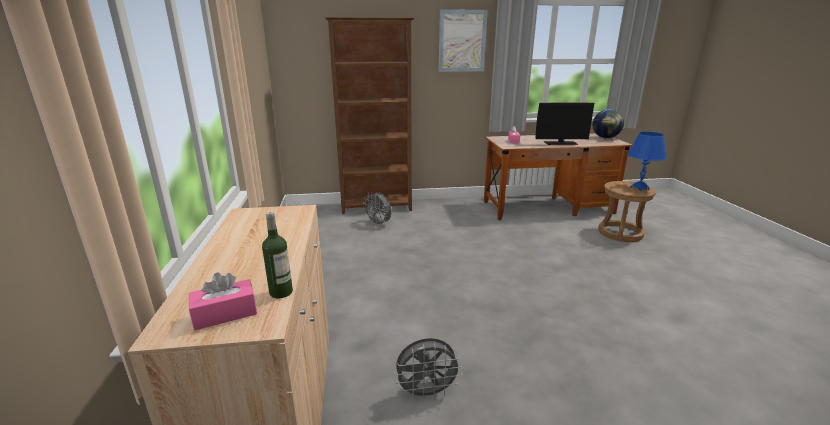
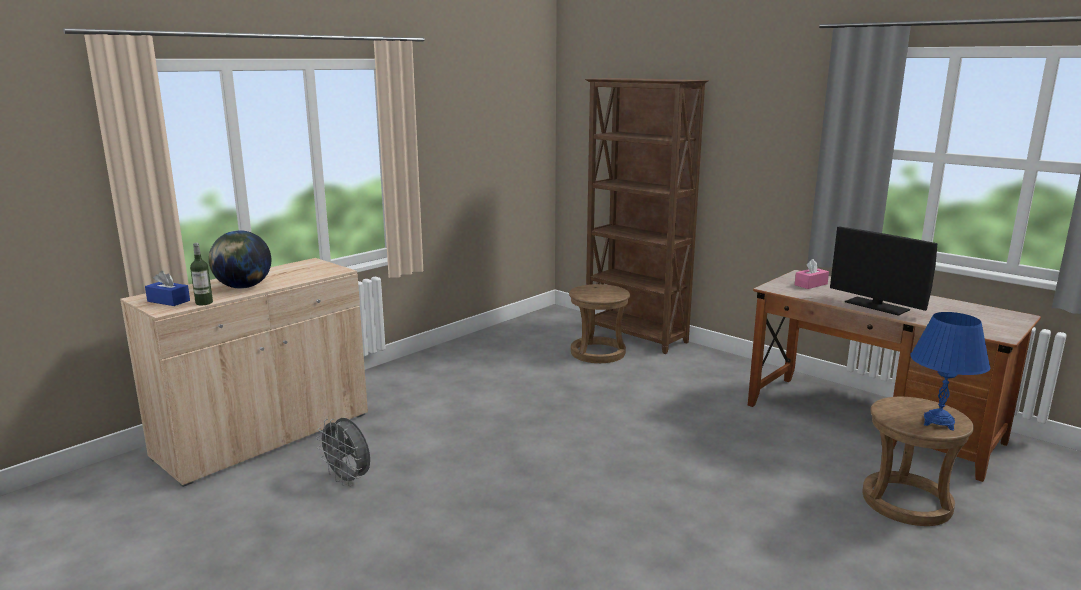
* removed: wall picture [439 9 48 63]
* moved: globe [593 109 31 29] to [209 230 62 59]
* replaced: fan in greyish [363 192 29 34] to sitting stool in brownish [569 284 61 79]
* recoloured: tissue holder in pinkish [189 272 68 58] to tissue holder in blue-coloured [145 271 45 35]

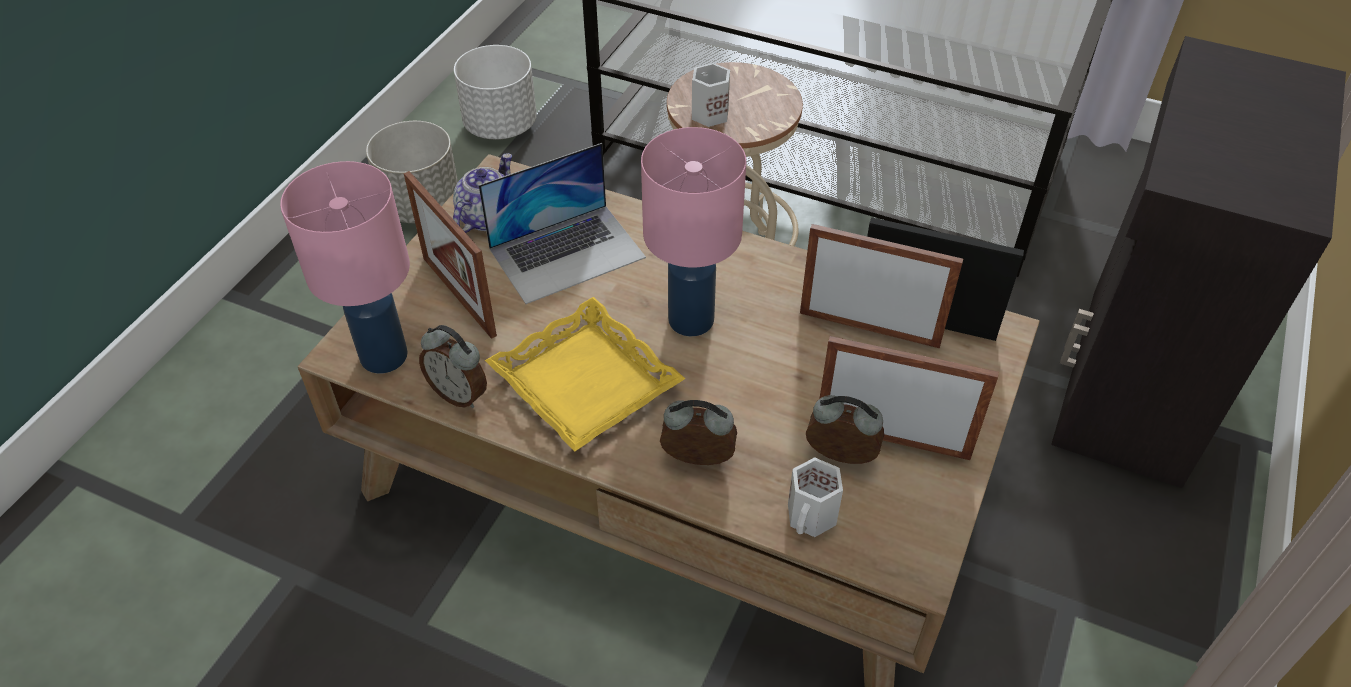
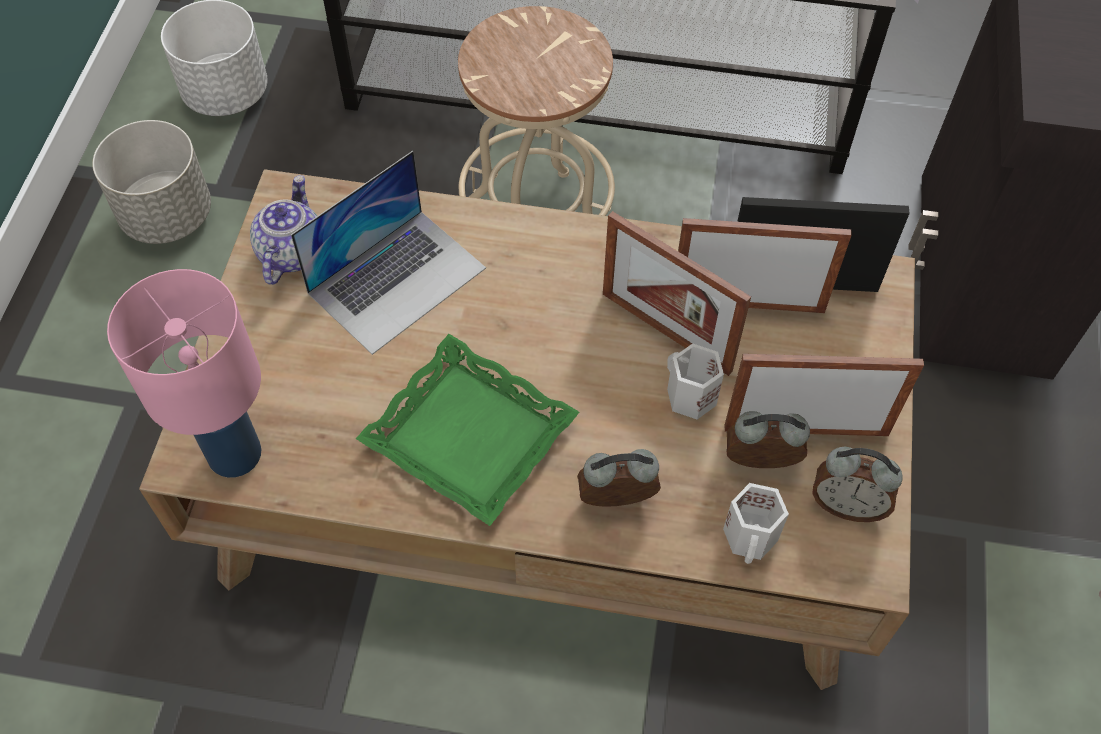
* moved: tea mug in white [692 63 38 64] to [667 344 57 75]
* removed: lamp for a table in pinkish [641 127 105 209]
* moved: photo frame [404 171 93 168] to [603 211 148 165]
* recoloured: carrying tray in yellow [485 297 200 155] to carrying tray in green [356 334 223 192]
* moved: bedside clock [419 325 68 83] to [812 447 91 75]

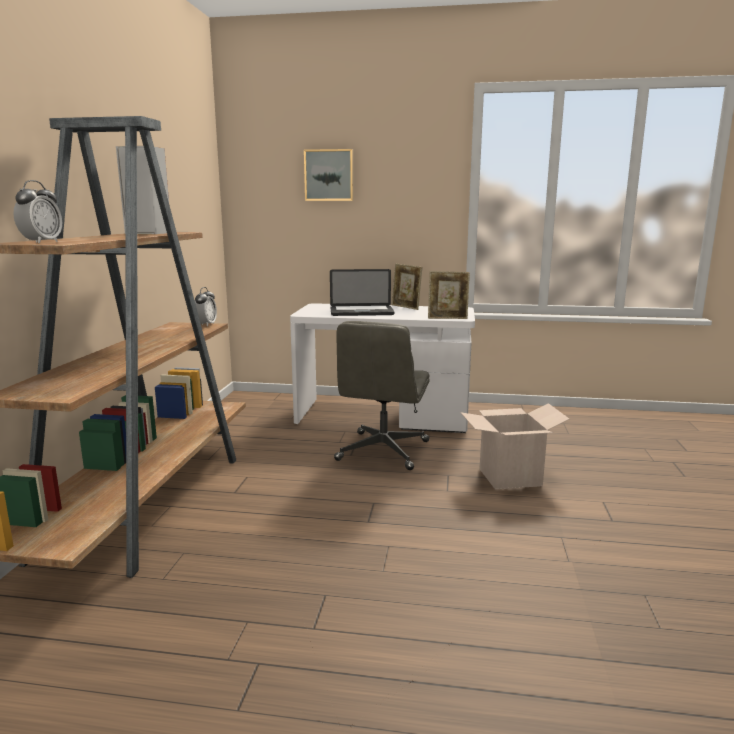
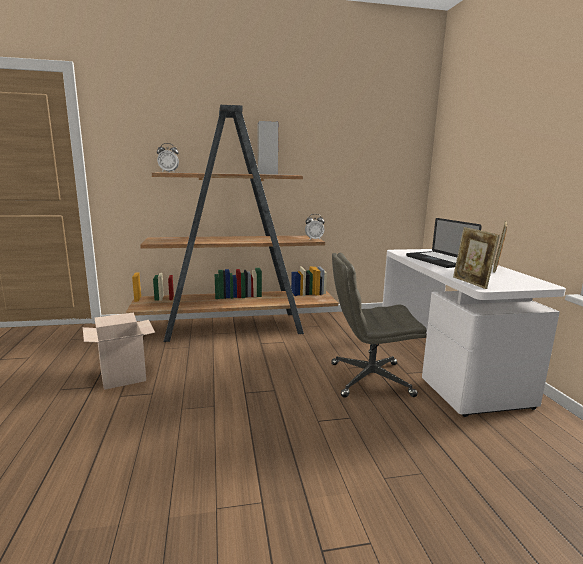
* removed: wall picture [304 149 50 52]
* moved: packing box [461 403 108 86] to [83 312 72 78]

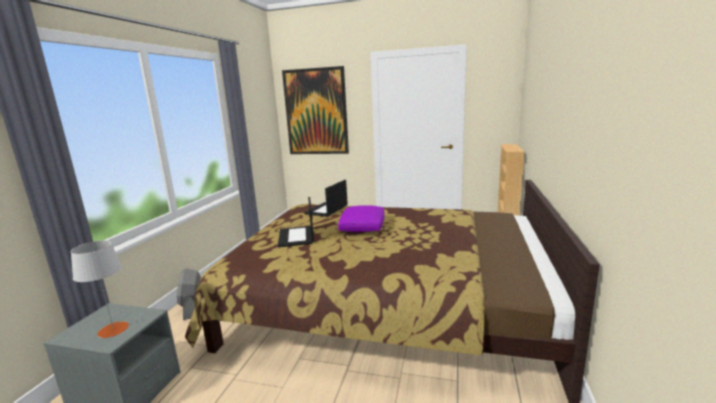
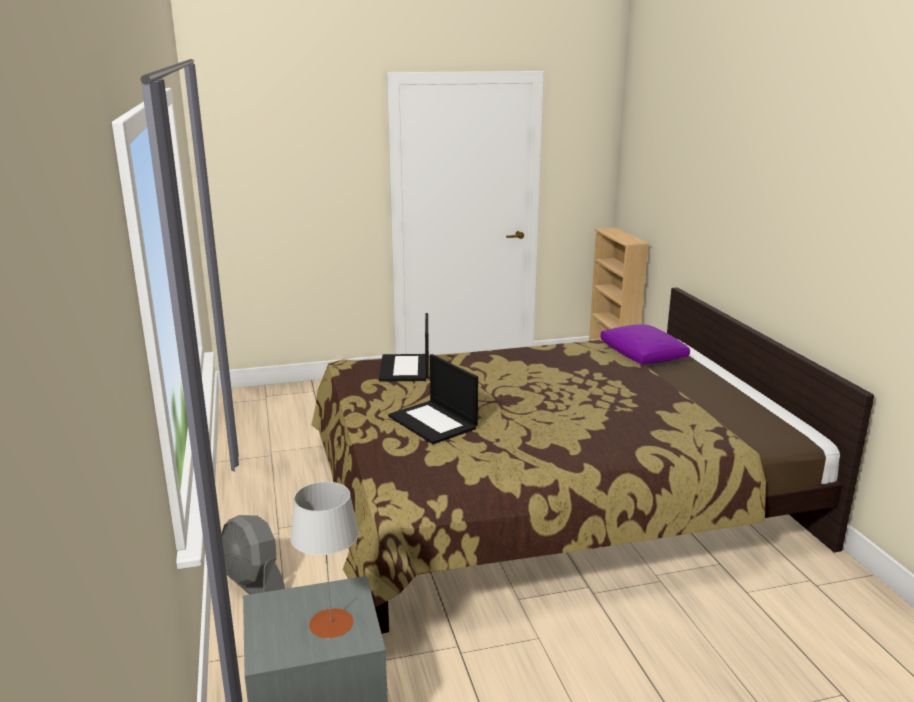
* removed: wall picture [282 66 67 88]
* moved: cushion in purple [338 205 46 27] to [600 324 90 40]

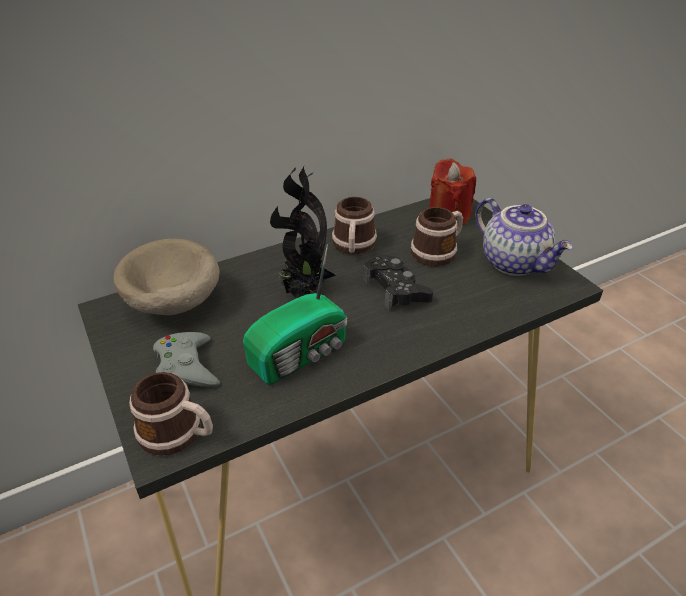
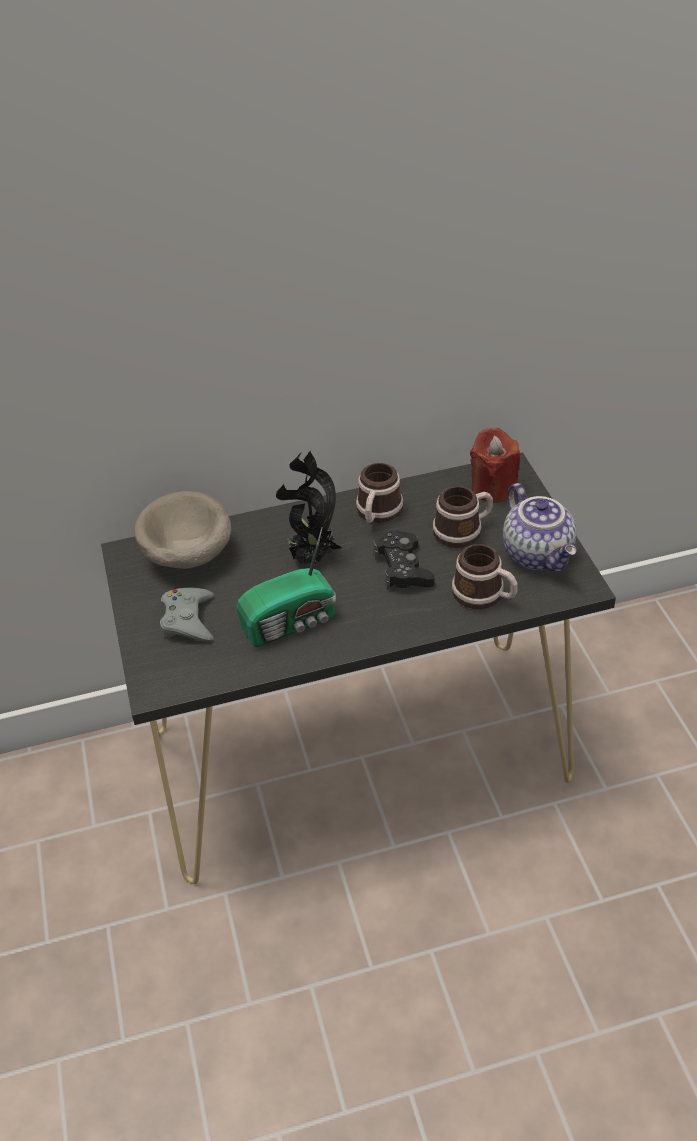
* moved: tea mug [129 372 84 84] to [452 544 65 65]

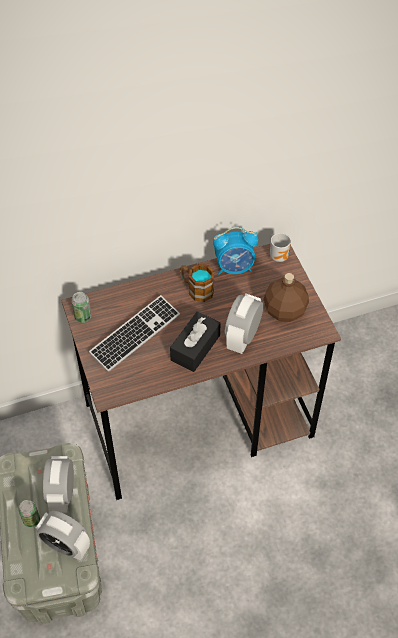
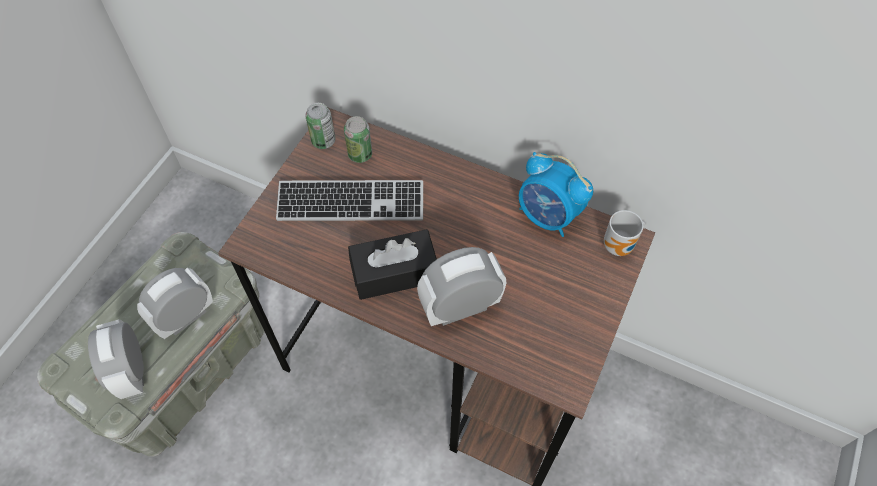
* removed: tea mug [180 264 34 38]
* removed: bottle in brownish [263 273 46 49]
* moved: metal can [18 500 22 27] to [344 116 28 47]

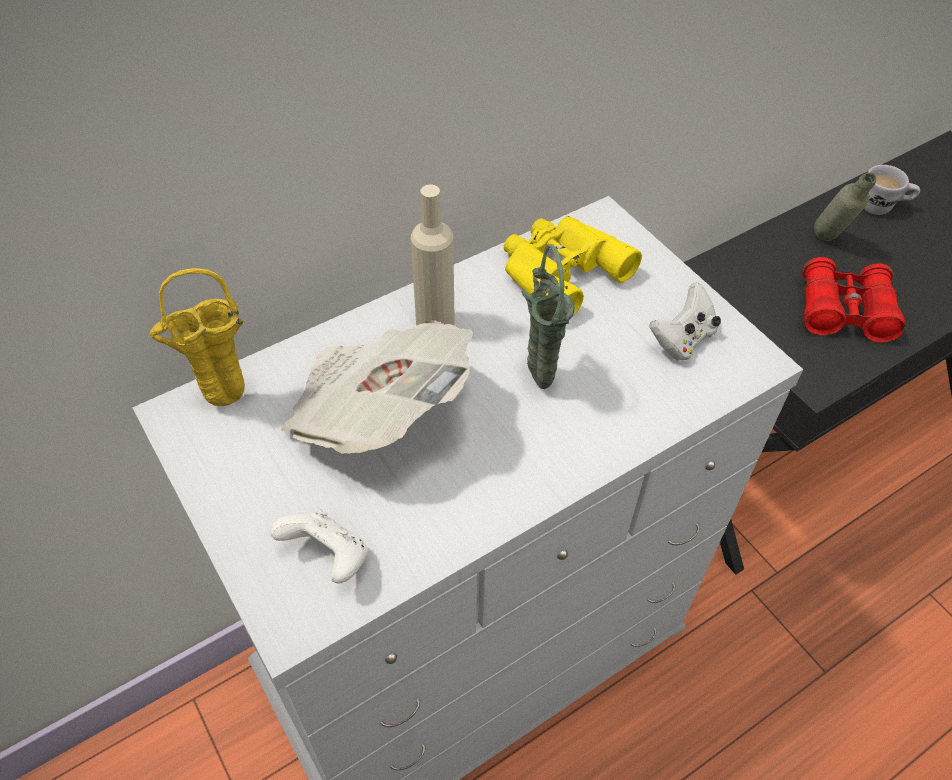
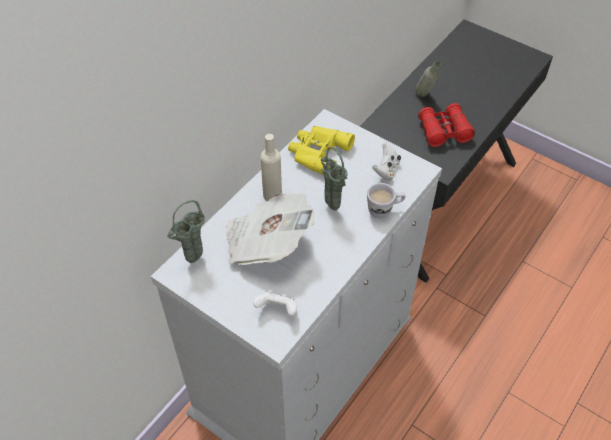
* moved: tea mug in white [864 165 56 50] to [367 183 39 35]
* recoloured: vase in yellow [149 268 96 138] to vase in green [167 200 38 63]

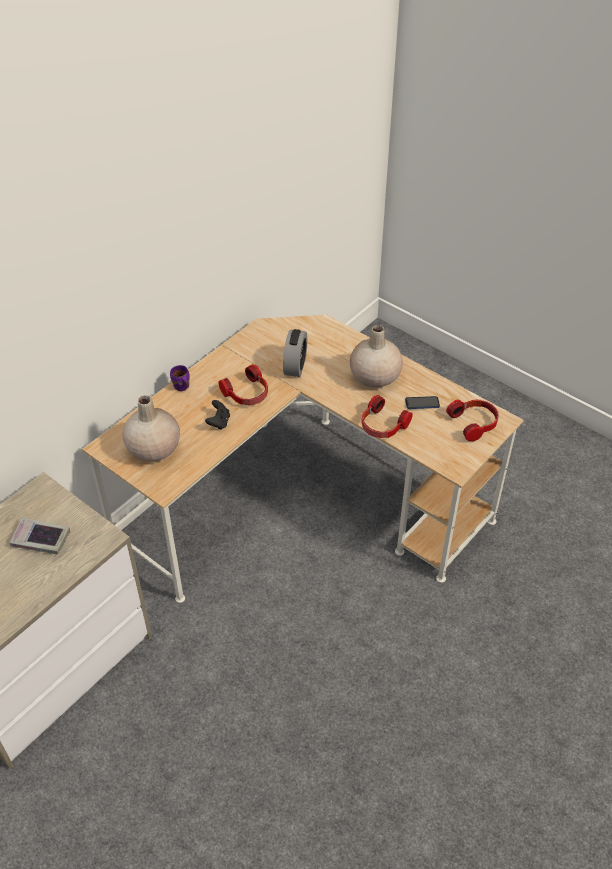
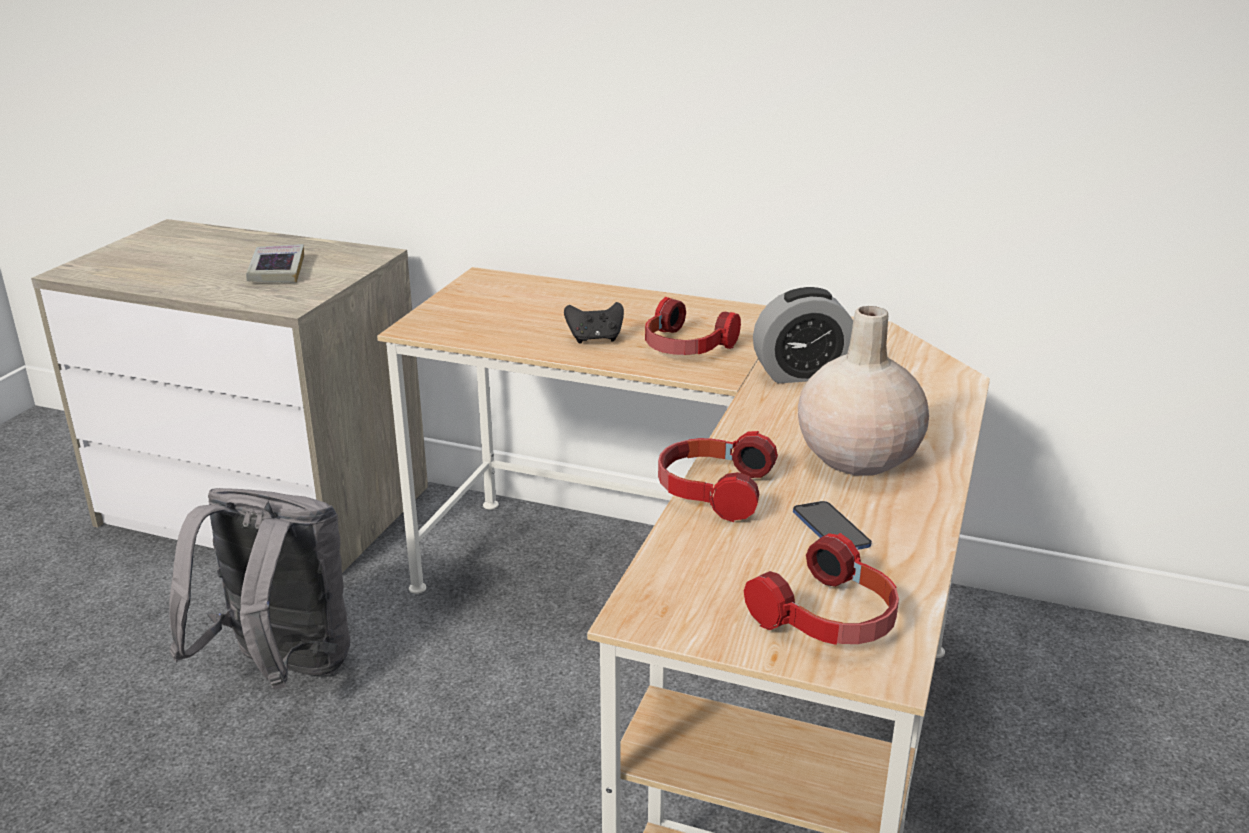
* removed: tea mug in purple [170 365 20 26]
* removed: vase in beige-coloured [123 396 57 65]
* added: knapsack in greyish [170 488 180 201]

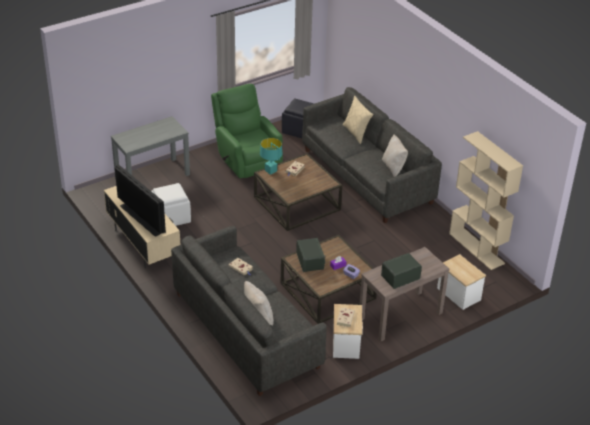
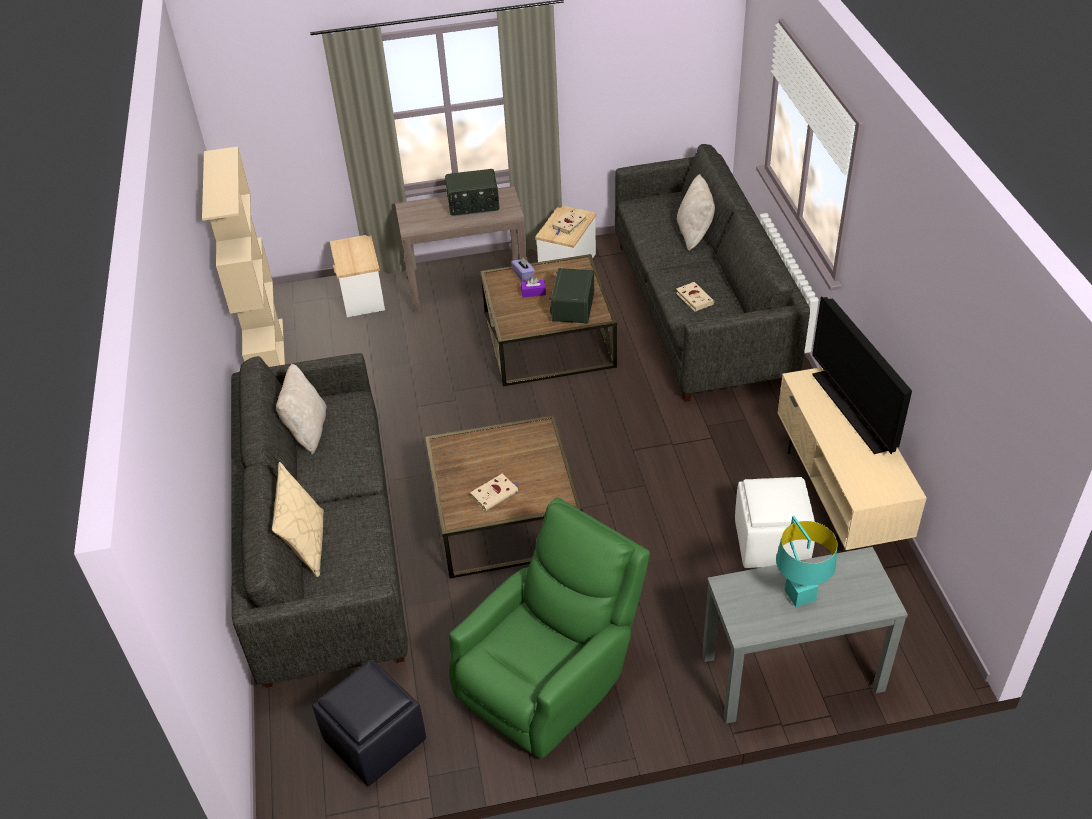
* turned: easy chair in green [211 84 72 94] = [449 497 201 261] 135 degrees counterclockwise
* moved: lamp for a table in turquoise [260 138 22 37] to [776 516 61 91]

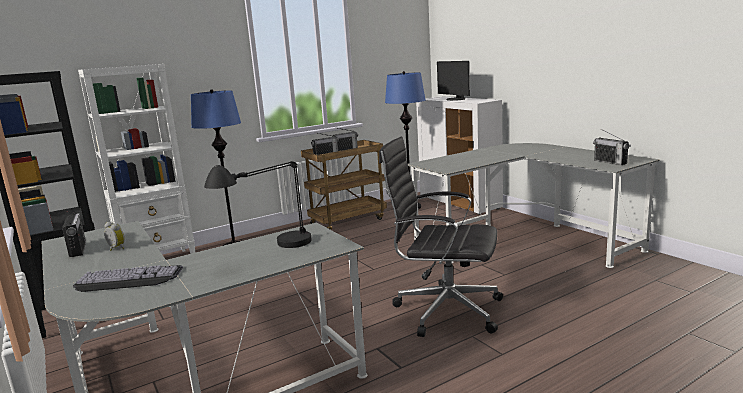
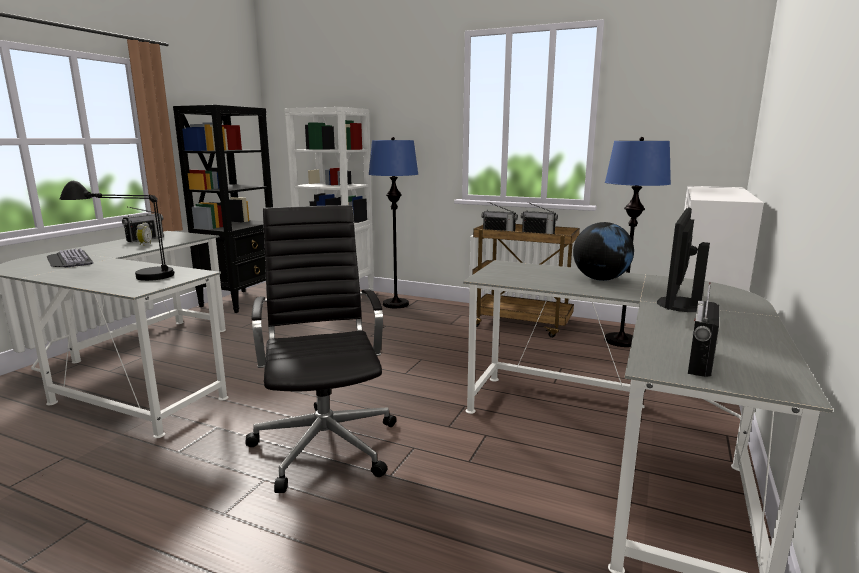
* moved: computer screen [437 61 33 40] to [657 207 53 105]
* added: globe [573 222 61 59]

